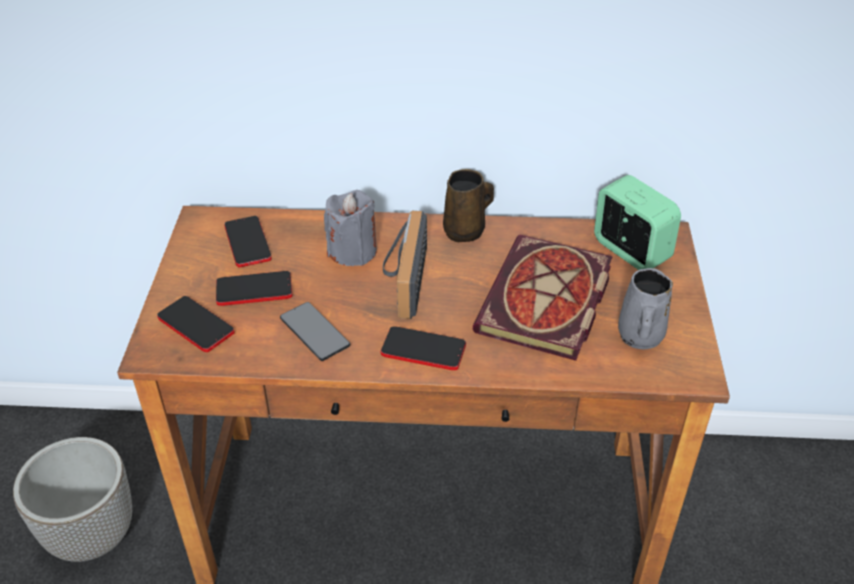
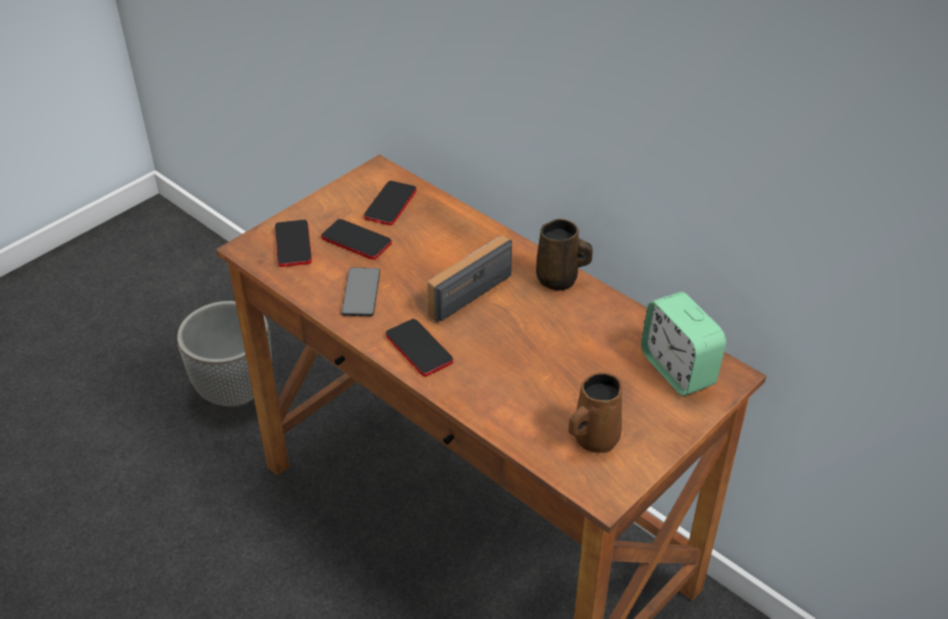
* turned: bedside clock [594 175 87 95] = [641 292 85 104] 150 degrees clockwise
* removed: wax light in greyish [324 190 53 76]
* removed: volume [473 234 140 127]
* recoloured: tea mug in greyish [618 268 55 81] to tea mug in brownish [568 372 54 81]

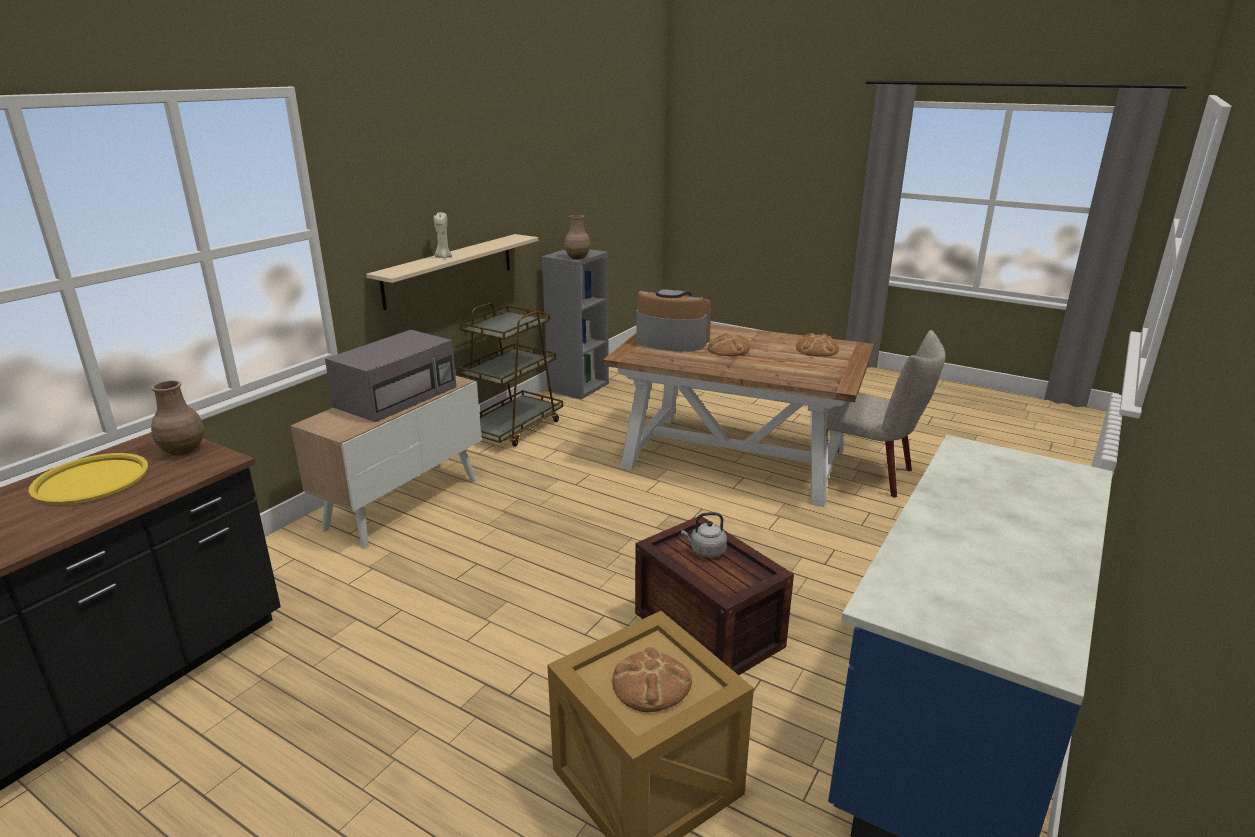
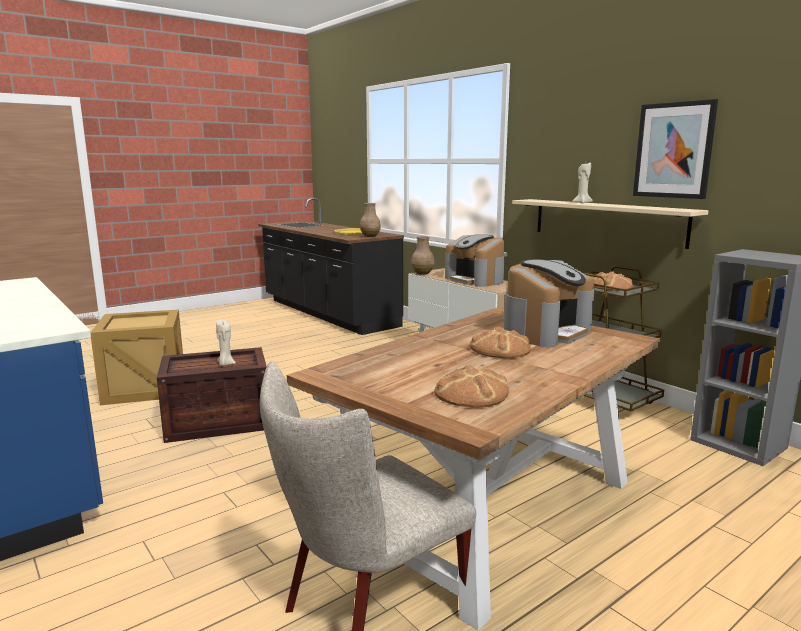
* moved: vase in brownish [564 215 27 44] to [411 236 24 39]
* replaced: microwave in greyish [325 330 131 92] to coffee machine [445 234 60 53]
* replaced: tea kettle in greyish [681 512 46 46] to wax light in beige-coloured [216 320 20 46]
* moved: bread [612 647 80 65] to [591 272 42 19]
* added: wall picture [633 99 85 100]

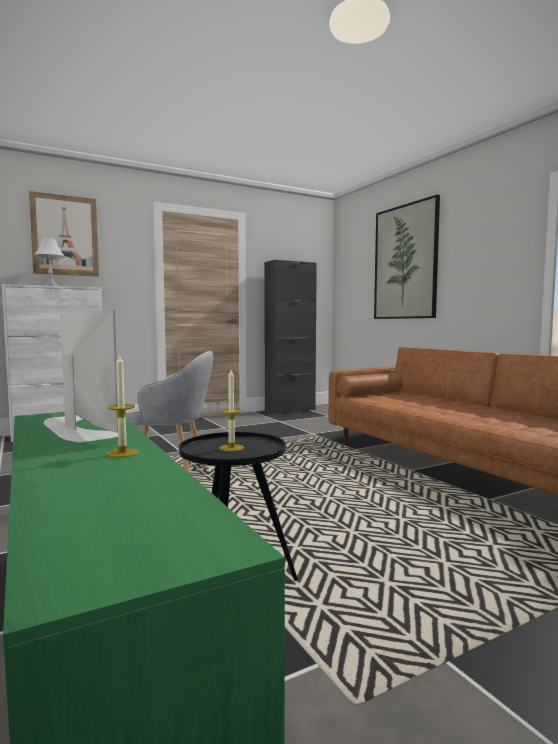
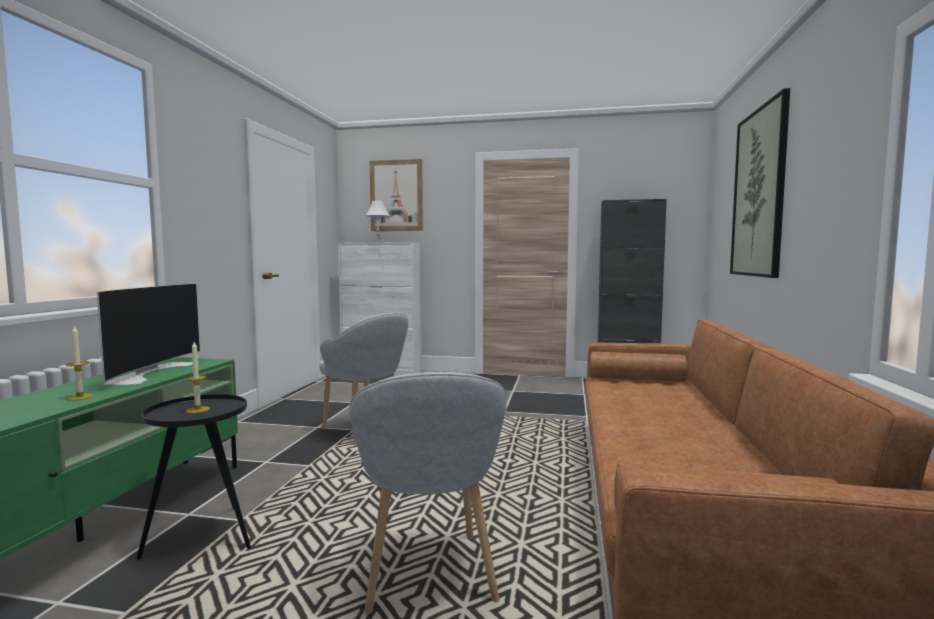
* added: easy chair in greyish [349 372 158 242]

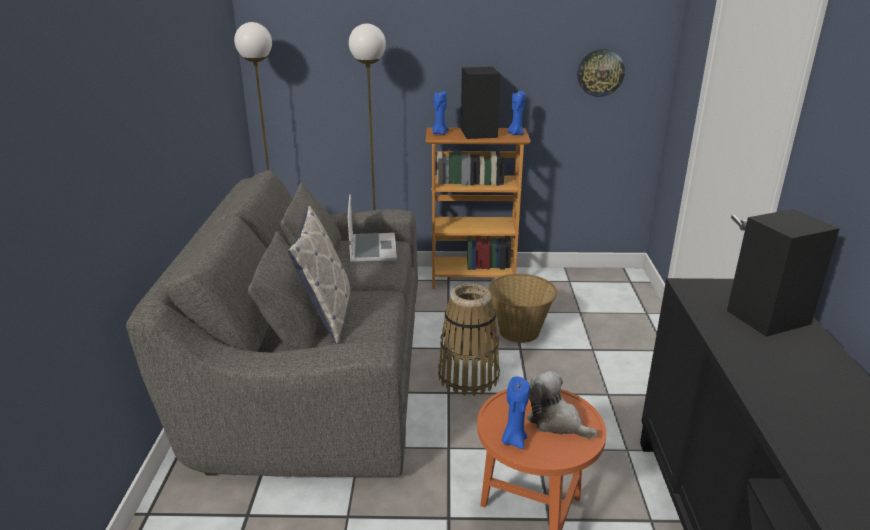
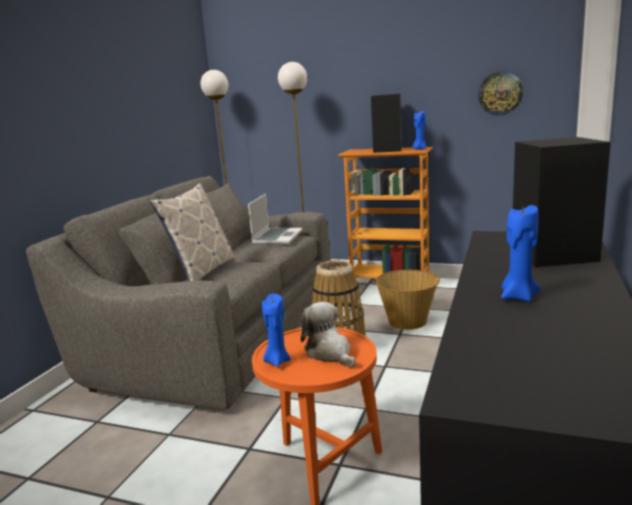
* moved: wax light in blue-coloured [432 91 17 44] to [501 205 39 97]

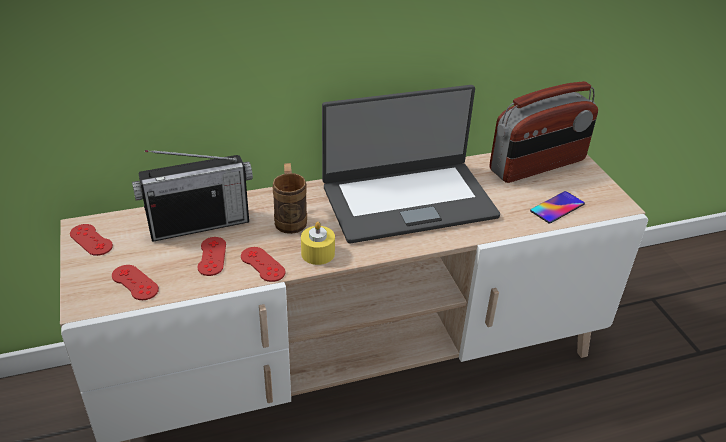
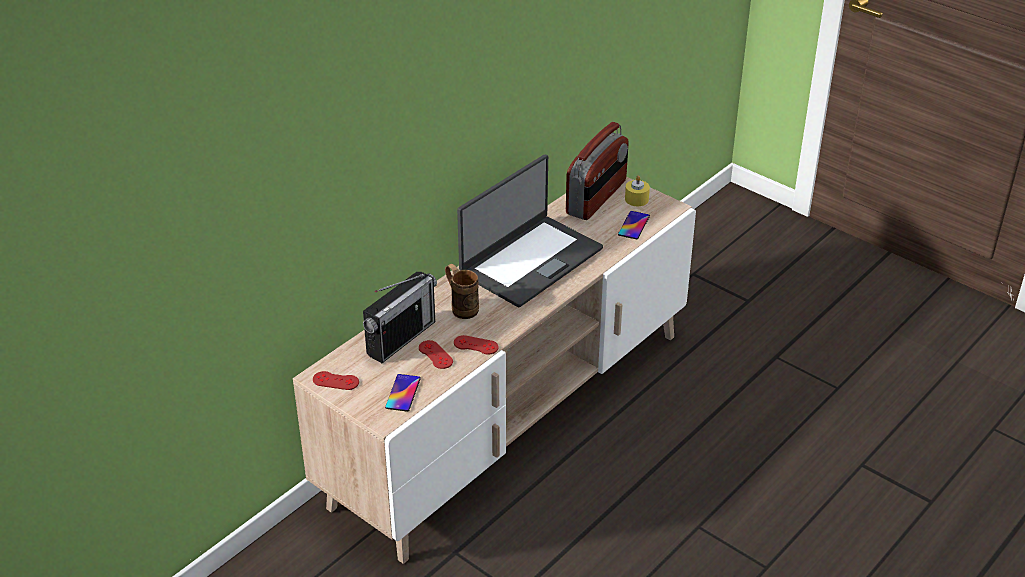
* moved: wax light in yellow [301 222 34 43] to [625 175 25 31]
* replaced: gamepad in reddish [112 265 47 35] to phone [385 374 36 38]

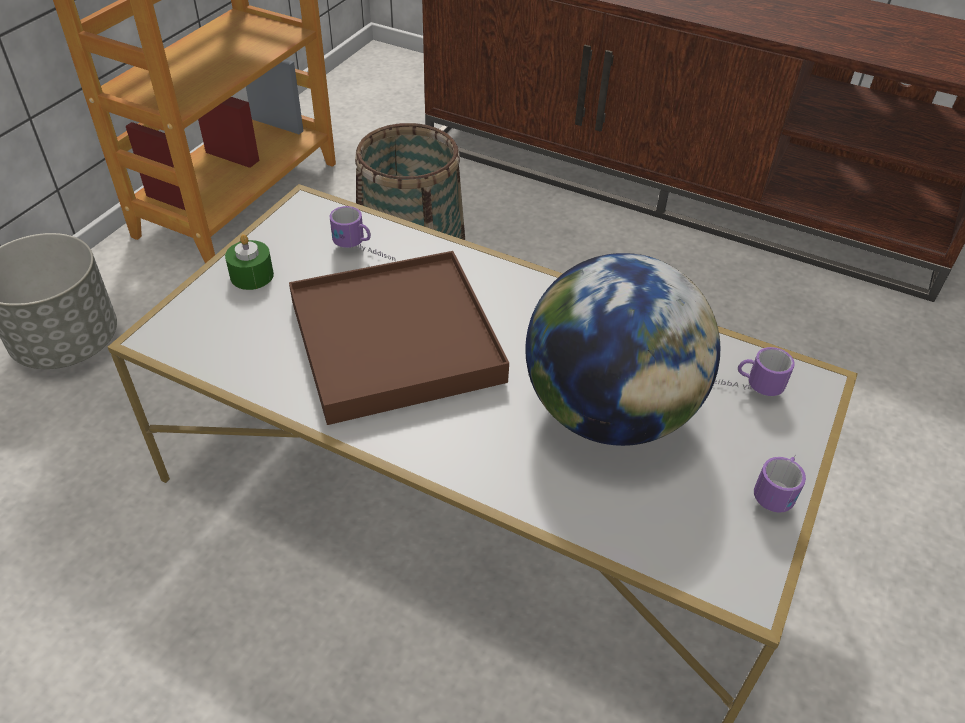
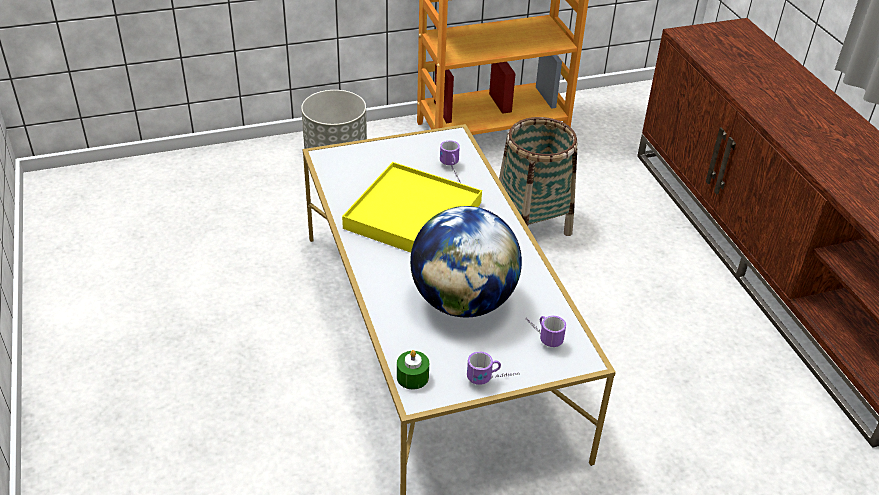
* moved: wax light in green [225 234 49 56] to [397 350 32 39]
* recoloured: carrying tray in brownish [289 251 220 174] to carrying tray in yellow [342 162 140 91]

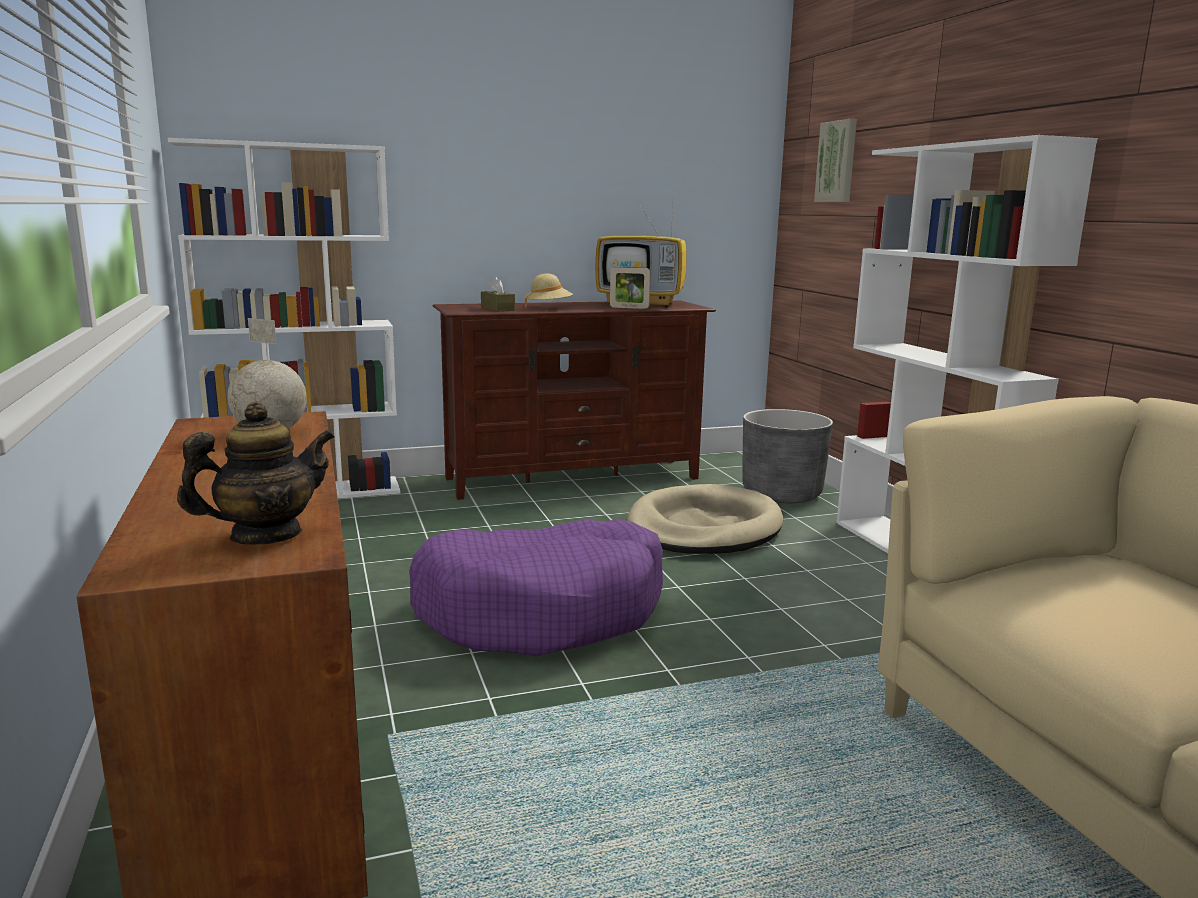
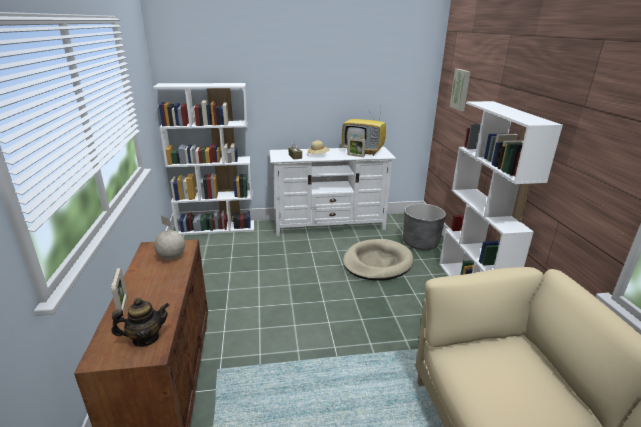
* recoloured: media console in brownish [432 300 284 200] to media console in white [269 147 127 90]
* removed: dog bed in purple [409 519 254 137]
* added: photo frame [111 268 16 49]

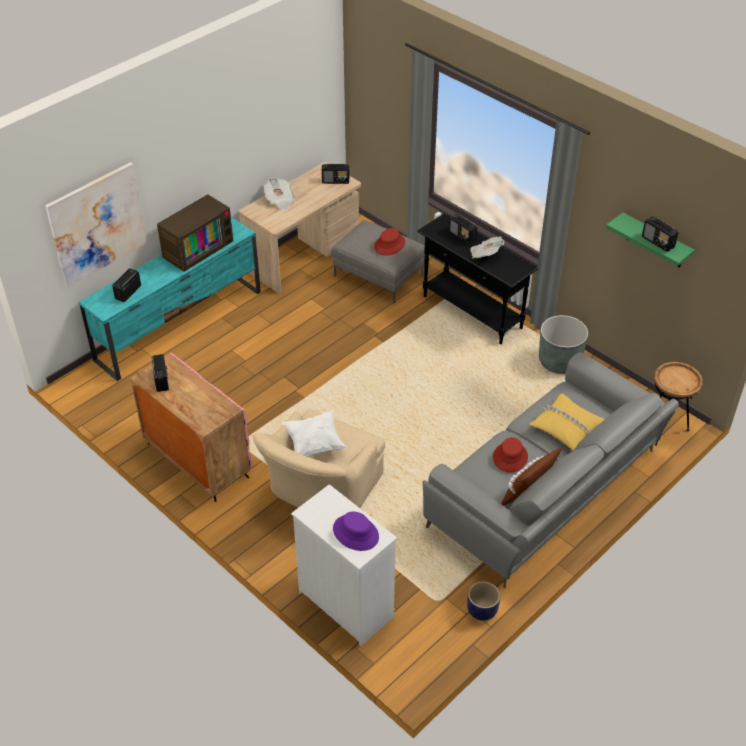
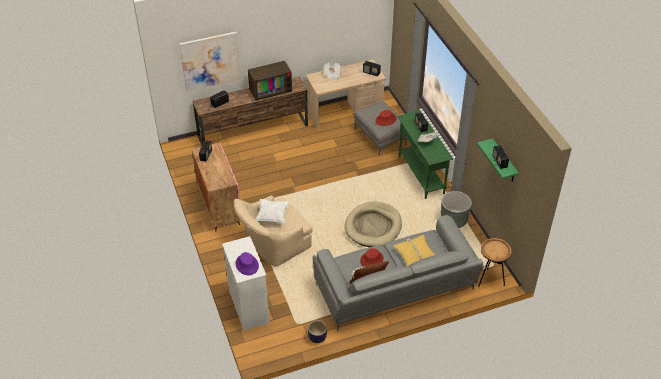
* recoloured: hall table in black [417 214 122 131] to hall table in green [397 110 56 89]
* recoloured: media console in turquoise [79 217 182 164] to media console in brownish [193 77 115 69]
* added: dog bed in beige-coloured [345 202 57 45]

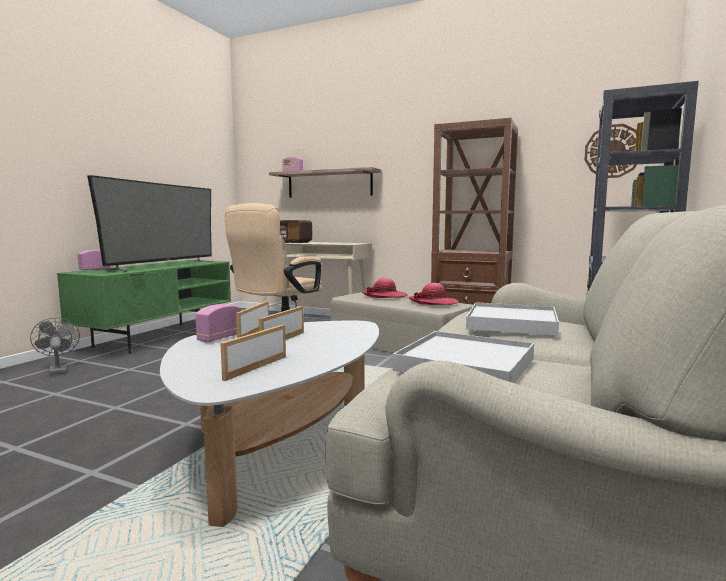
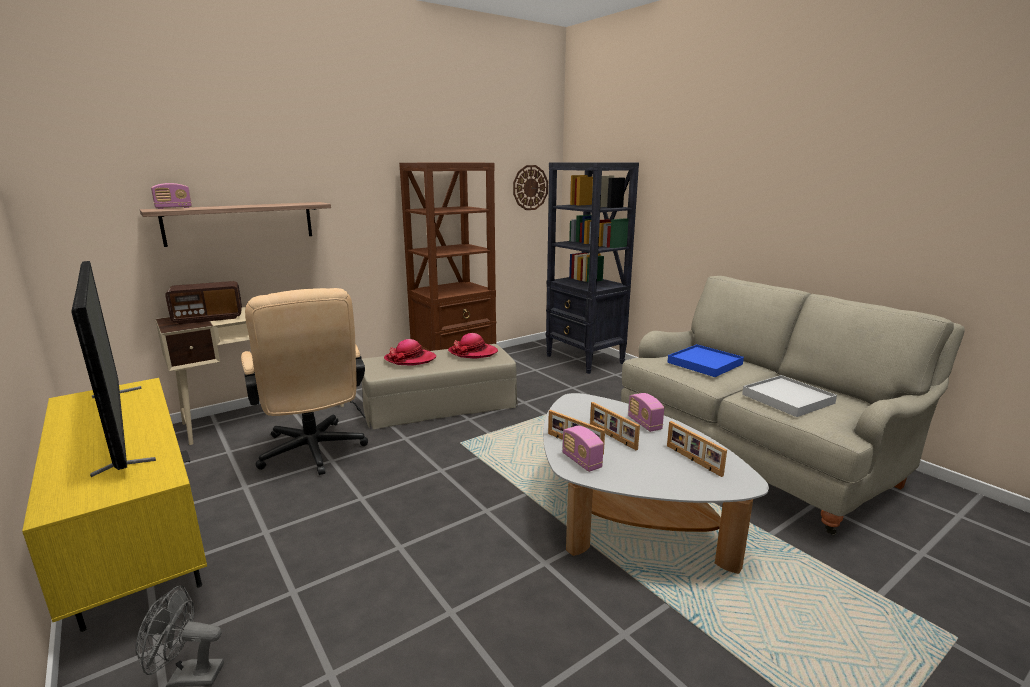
* moved: radio [78 250 32 21] to [628 393 36 39]
* recoloured: media console in green [57 260 174 94] to media console in yellow [22 378 185 254]
* recoloured: carrying tray in white [466 302 93 34] to carrying tray in blue-coloured [667 344 77 33]

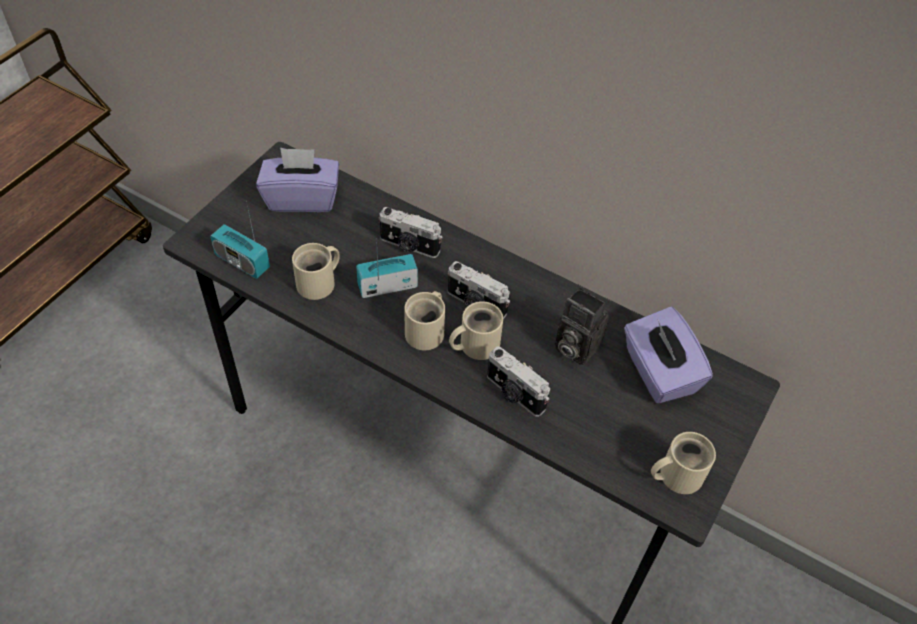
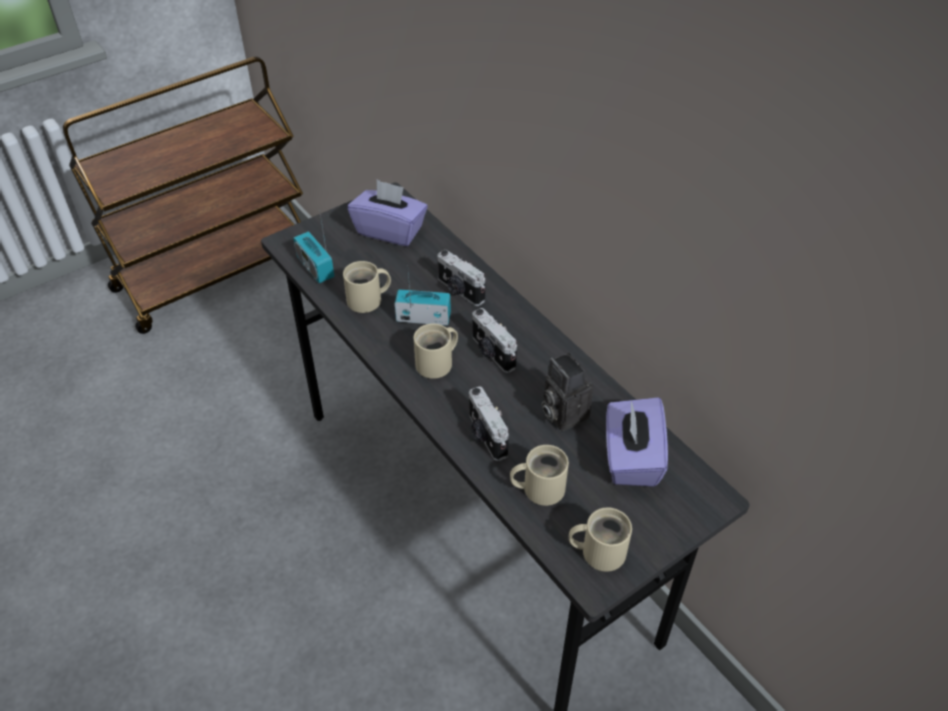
* moved: tea mug in beige-coloured [449 301 54 59] to [510 445 59 61]

